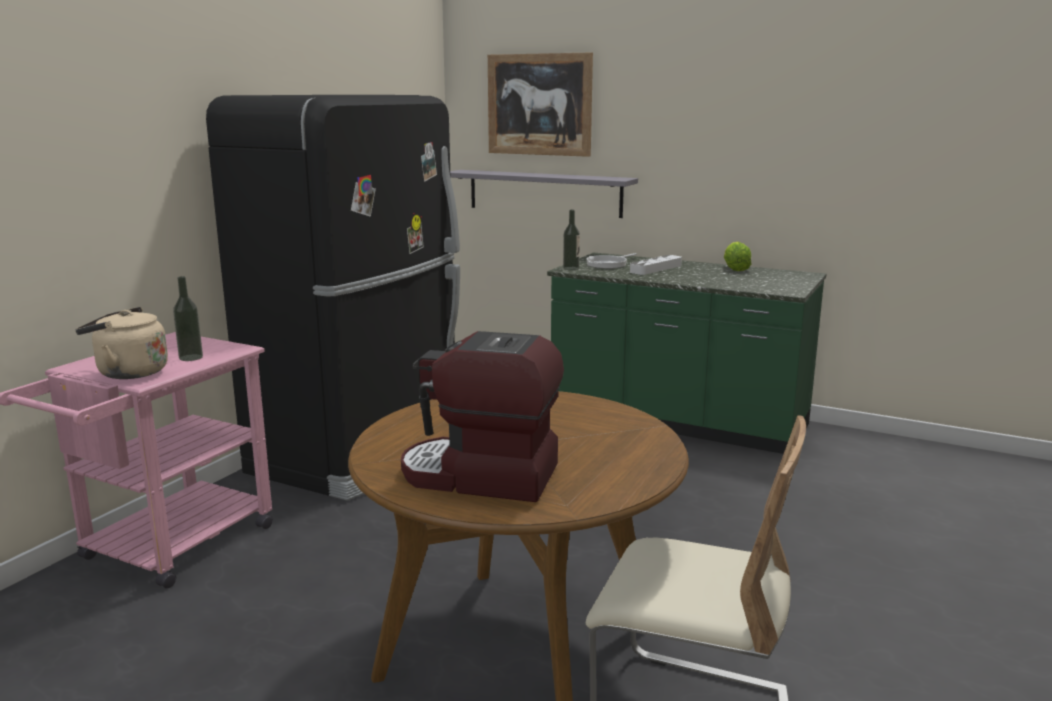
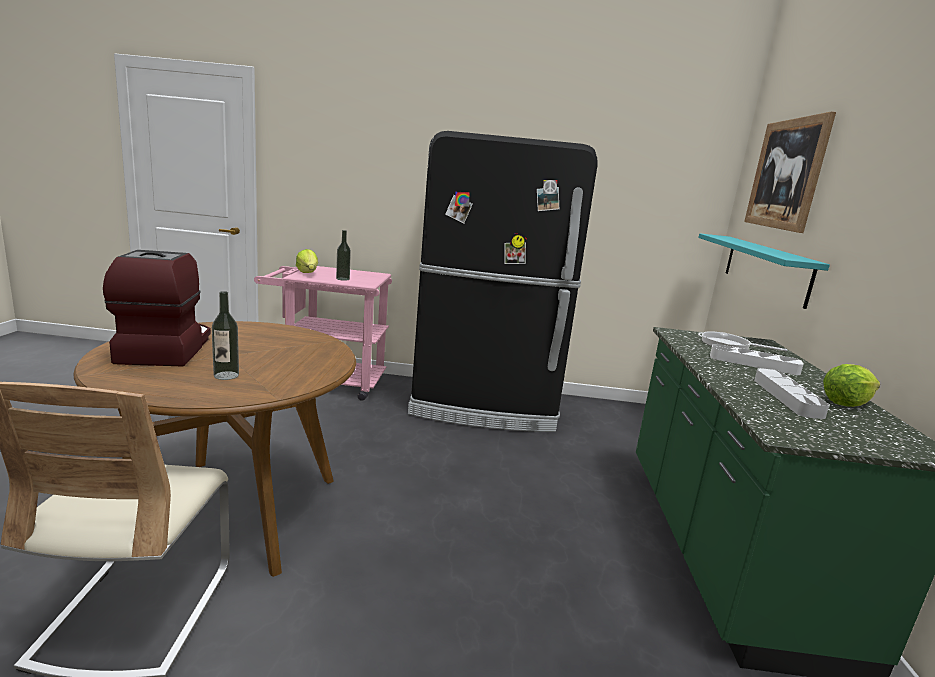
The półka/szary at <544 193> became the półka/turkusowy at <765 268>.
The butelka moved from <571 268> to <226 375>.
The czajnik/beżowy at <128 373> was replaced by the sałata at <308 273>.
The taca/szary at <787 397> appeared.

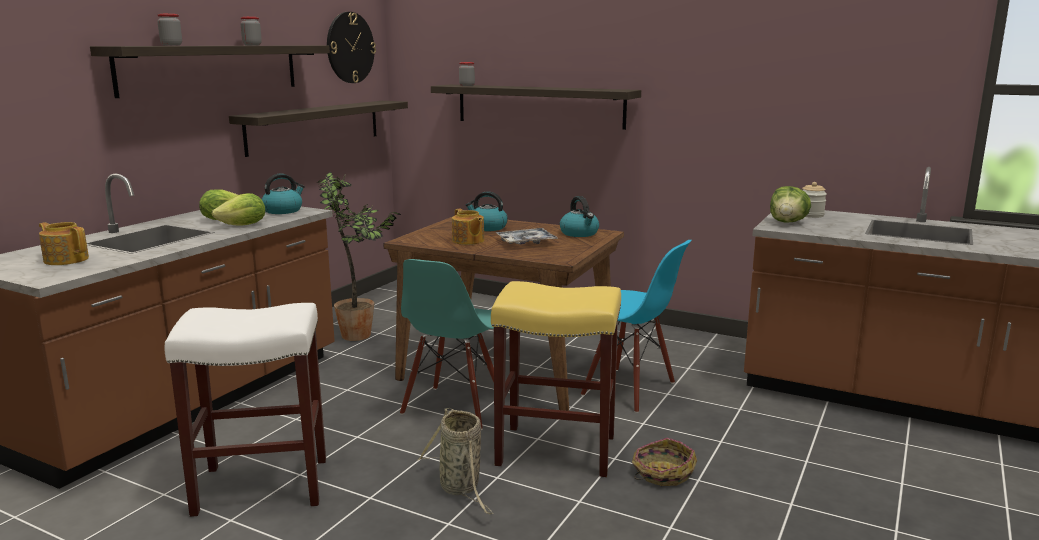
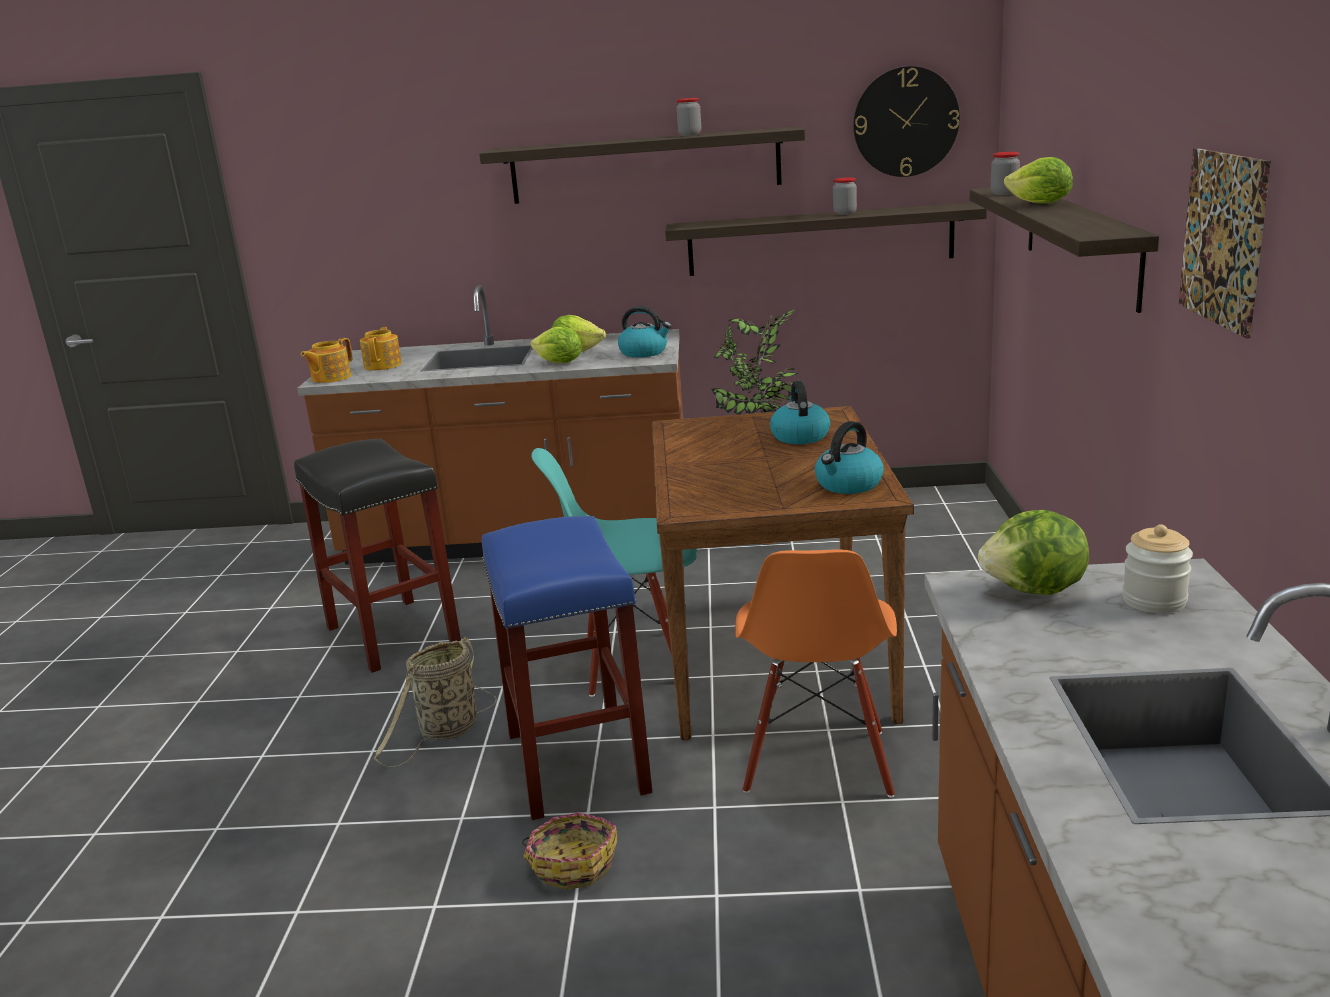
The słoik moved from <171 45> to <845 213>.
The imbryk moved from <468 241> to <330 378>.
The taca at <526 242> disappeared.
The krzesło/niebieski at <628 389> became the krzesło/pomarańczowy at <818 762>.
The stołek/żółty at <558 450> became the stołek/niebieski at <578 763>.
The stołek/biały at <264 485> became the stołek/czarny at <394 634>.
The obraz at <1222 239> appeared.
The sałata at <1039 204> appeared.

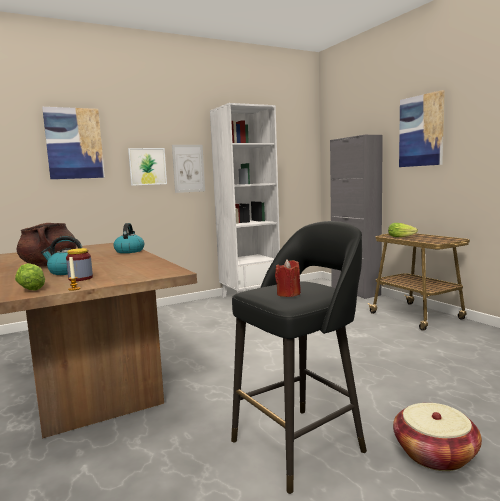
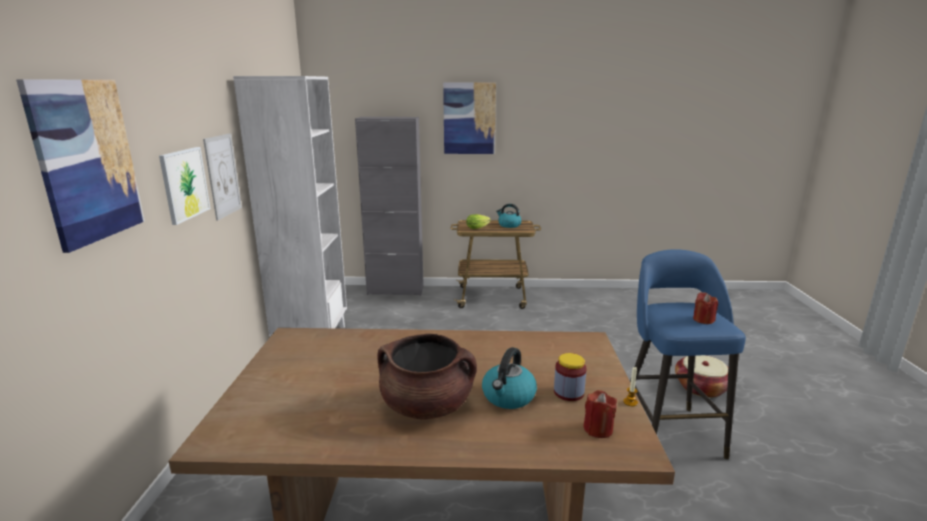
The stołek/czarny at <300 445> became the stołek/niebieski at <669 431>.
The czajnik moved from <129 251> to <509 225>.
The sałata at <33 287> was replaced by the świeca/czerwony at <598 429>.

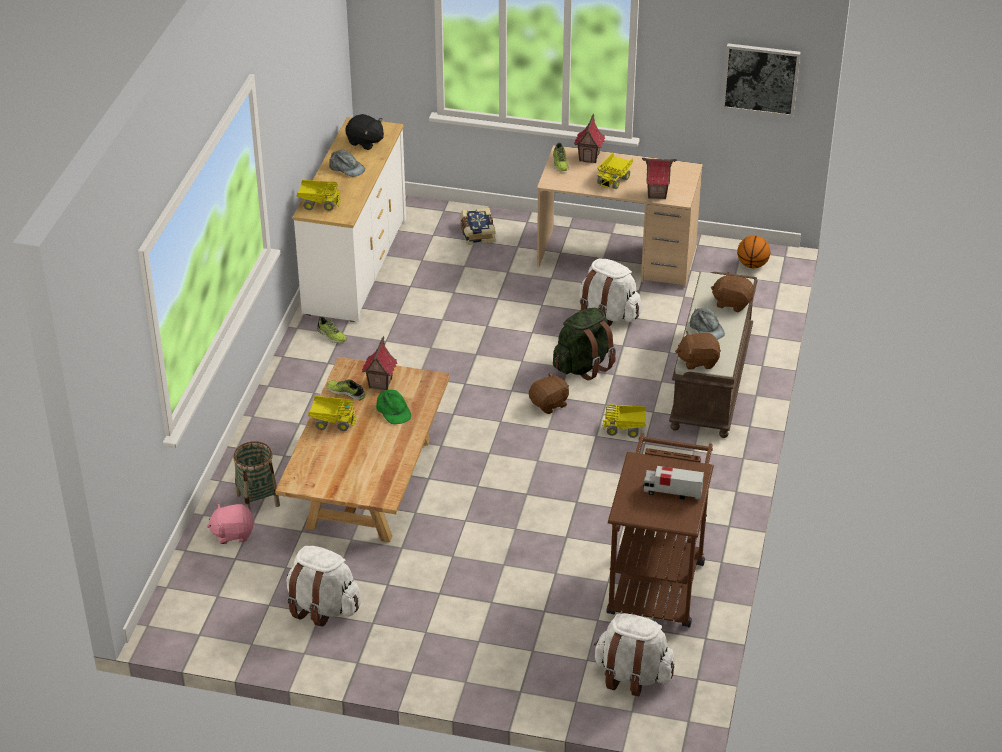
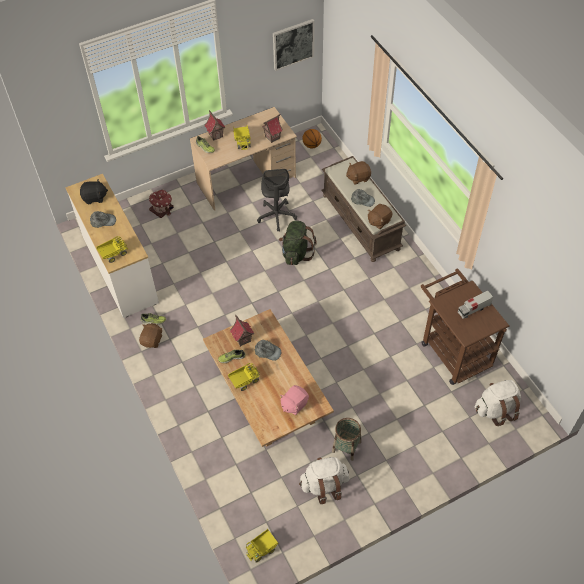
The książka at <477 233> was replaced by the domek at <162 208>.
The plecak/biały at <608 314> was replaced by the krzesło biurowe/szary at <276 216>.
The pluszak/brązowy moved from <549 404> to <152 340>.
The czapka z daszkiem/zielony at <393 411> became the czapka z daszkiem/szary at <267 351>.
The ciężarówka zabawkowa moved from <625 429> to <262 549>.
The koszyk moved from <257 500> to <346 447>.
The pluszak/różowy moved from <233 533> to <294 404>.

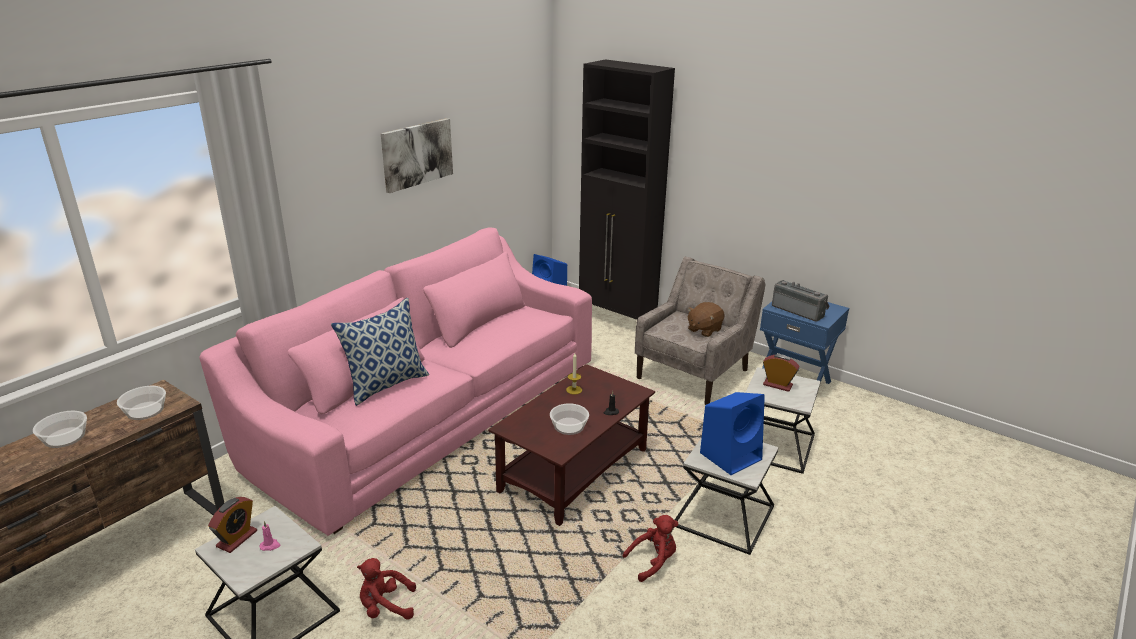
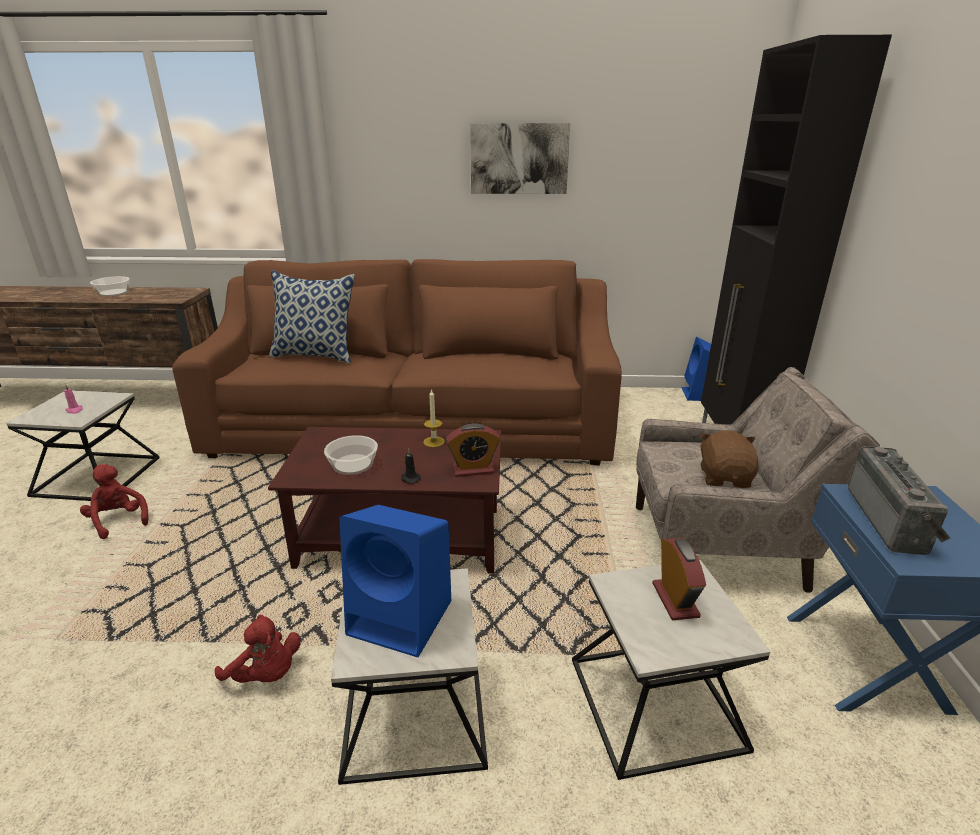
The kanapa/różowy at <430 413> became the kanapa/brązowy at <414 425>.
The pluszak/brązowy at <704 330> turned 90 degrees clockwise.
The miska at <145 410> disappeared.
The budzik moved from <237 539> to <473 470>.

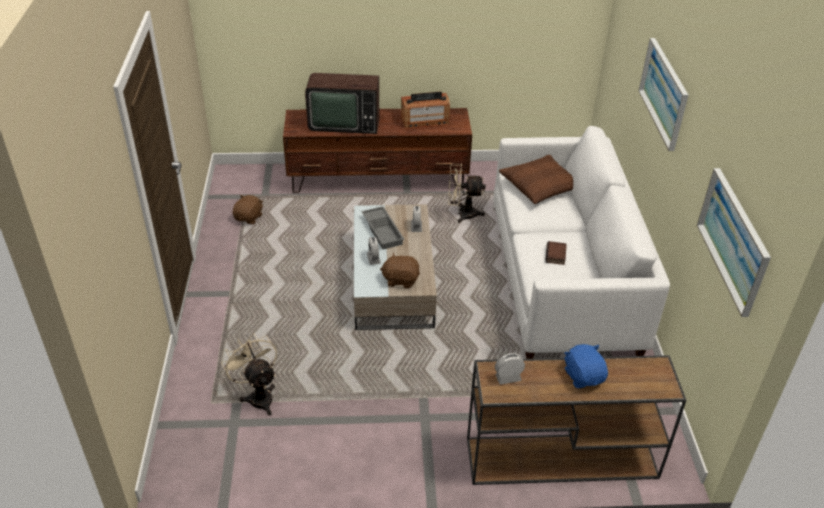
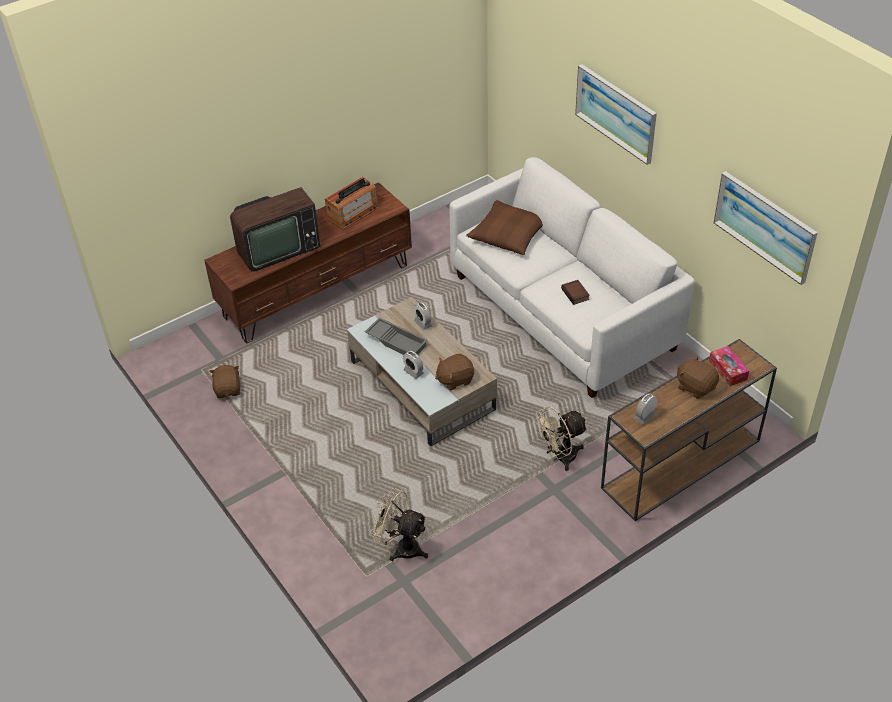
The wentylator/beżowy moved from <462 214> to <560 457>.
The pluszak/niebieski at <583 376> became the pluszak/brązowy at <695 387>.
The pudełko chusteczek at <727 370> appeared.

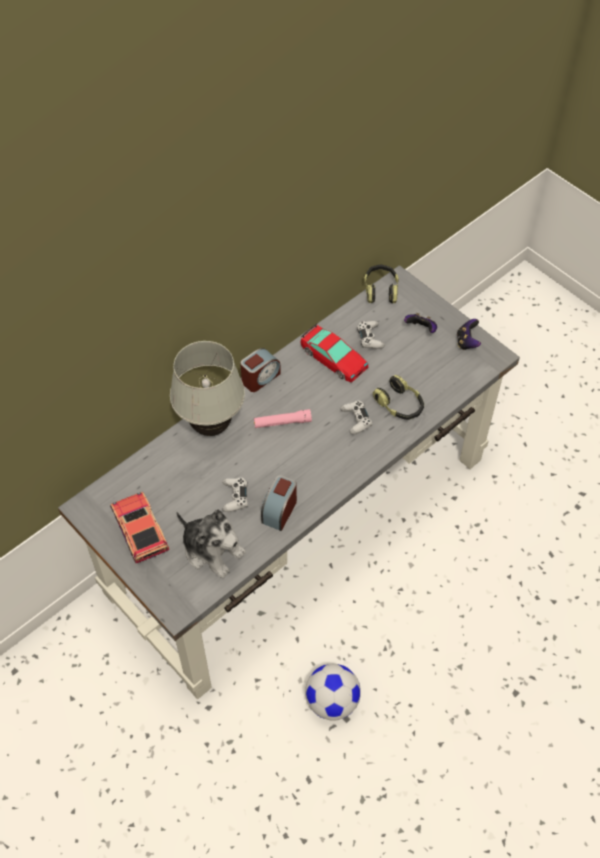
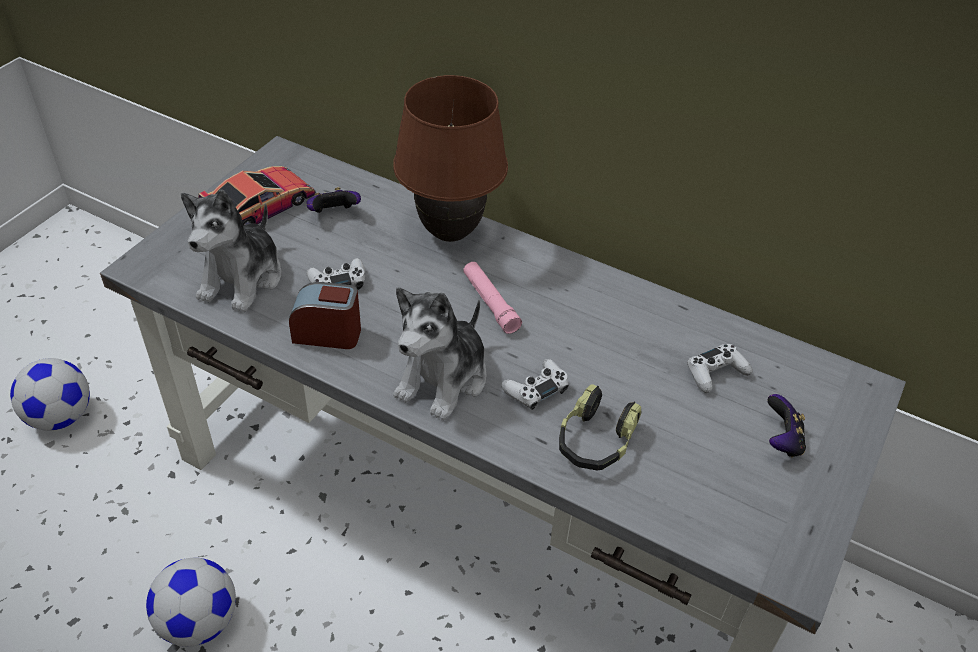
The słuchawki at <380 289> disappeared.
The pad do gier moved from <467 342> to <334 214>.
The samochodzik at <333 358> disappeared.
The lampa stołowa/biały at <211 426> became the lampa stołowa/brązowy at <450 233>.
The budzik at <260 378> disappeared.
The pluszak at <444 379> appeared.
The piłka futbolowa at <60 417> appeared.

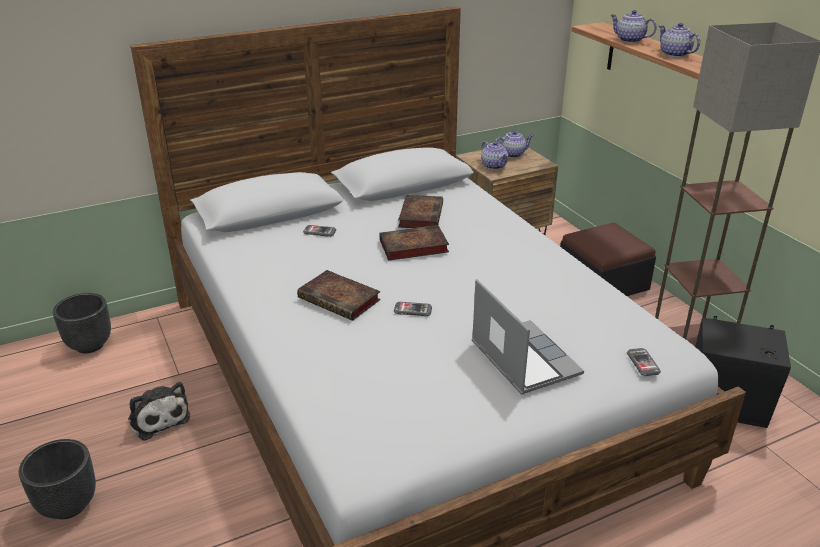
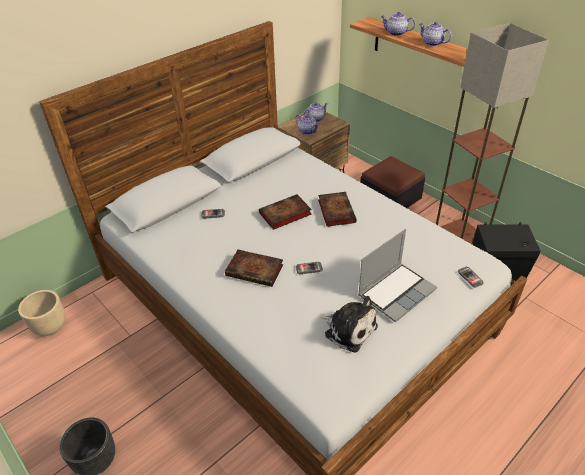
The książka moved from <420 215> to <335 210>.
The laptop at <522 358> turned 90 degrees clockwise.
The donica/czarny at <89 345> became the donica/beżowy at <50 327>.
The pluszak moved from <158 417> to <348 329>.

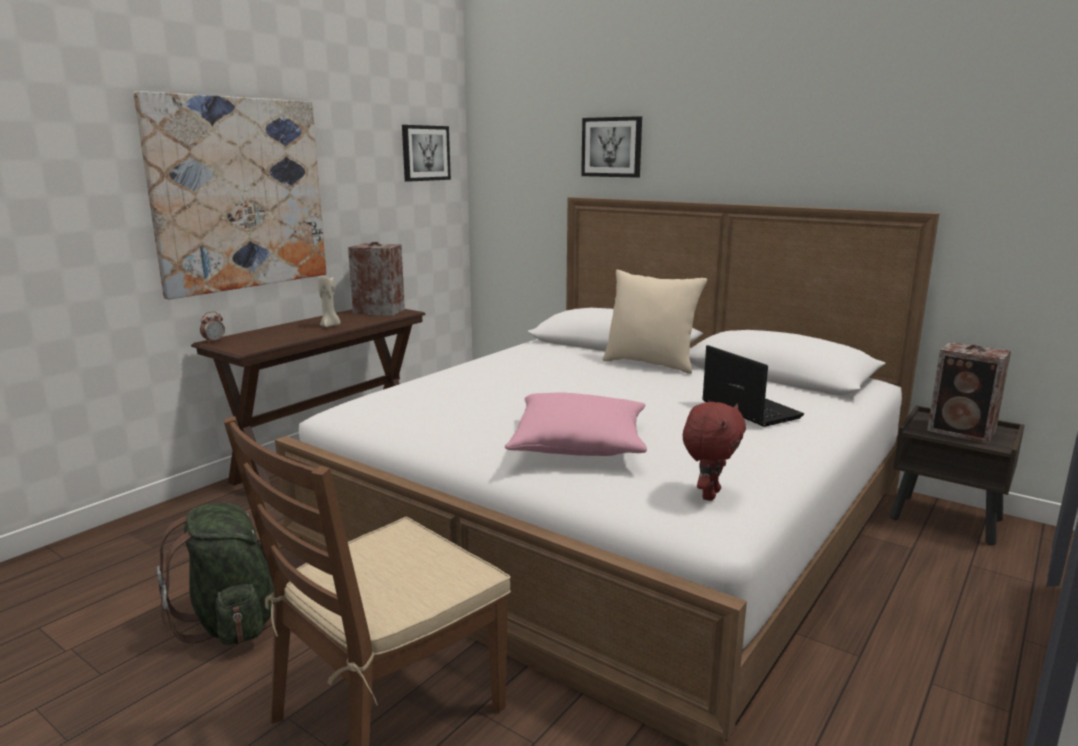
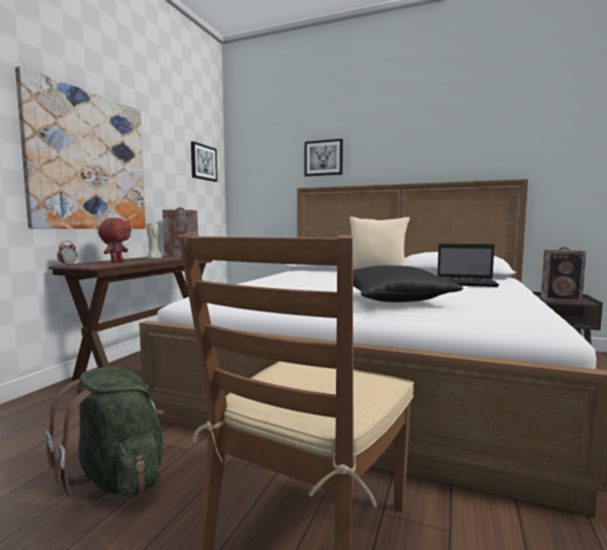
The laptop at <748 409> turned 150 degrees clockwise.
The poduszka/różowy at <579 445> became the poduszka/czarny at <394 300>.
The pluszak/czerwony moved from <709 494> to <116 262>.

